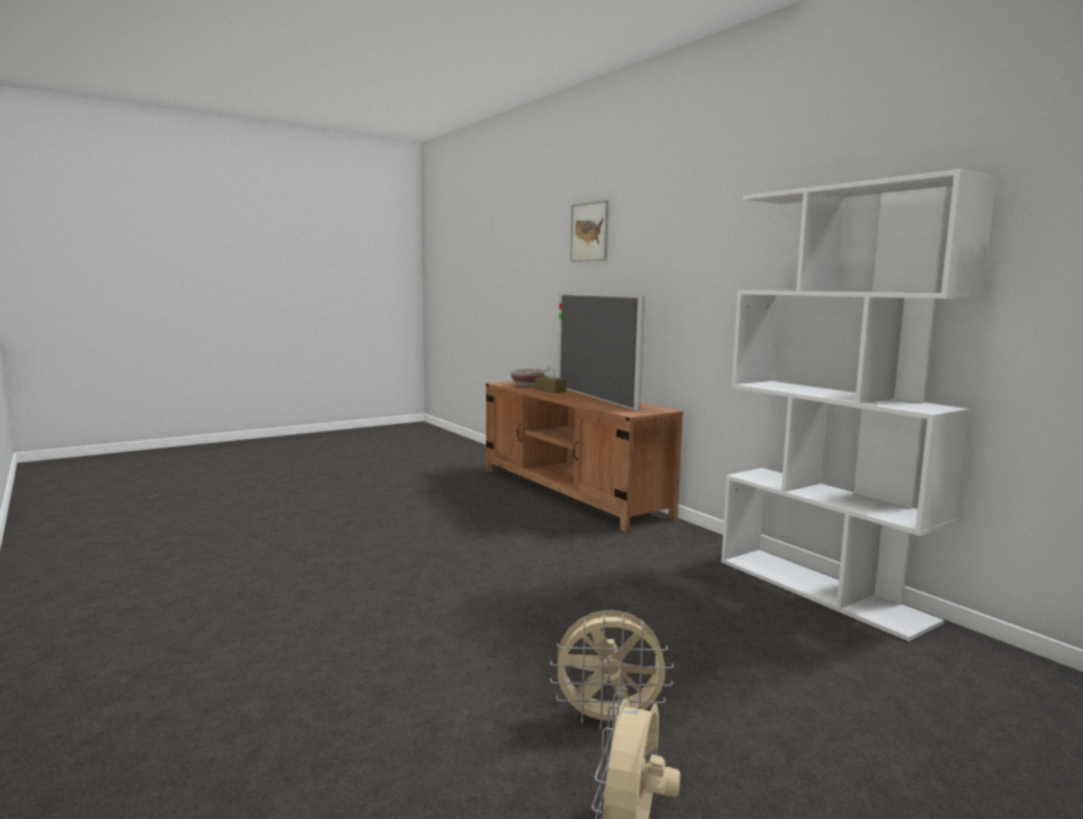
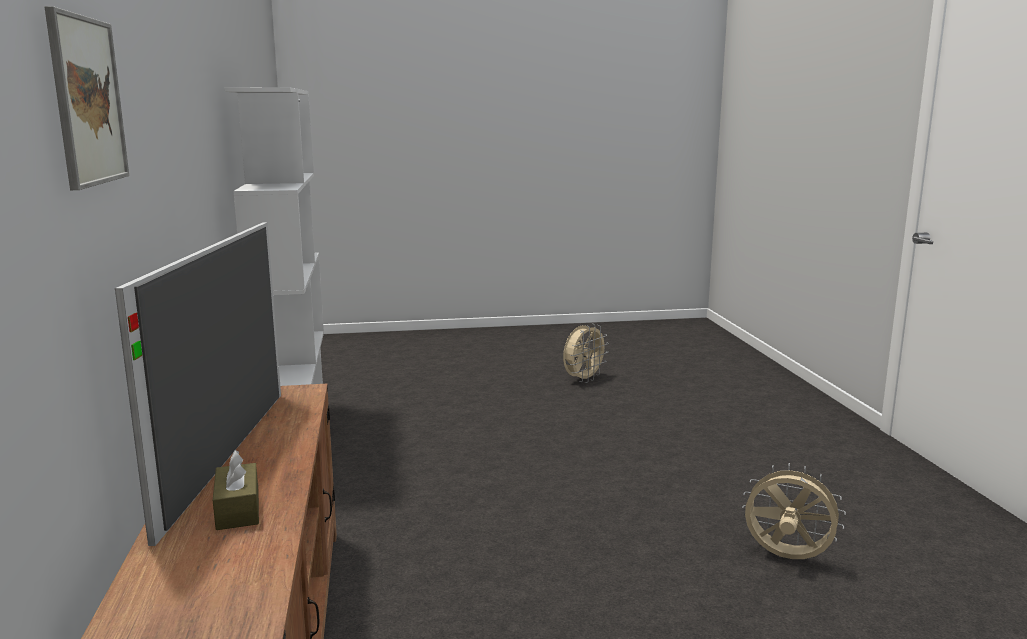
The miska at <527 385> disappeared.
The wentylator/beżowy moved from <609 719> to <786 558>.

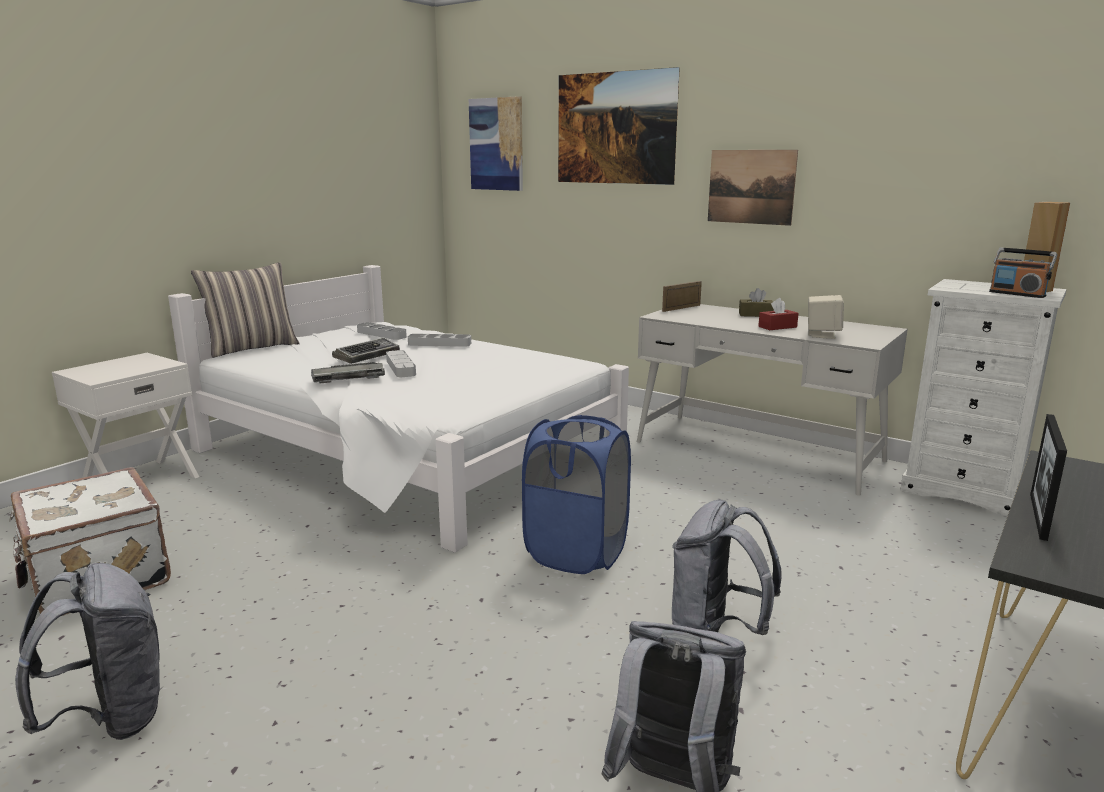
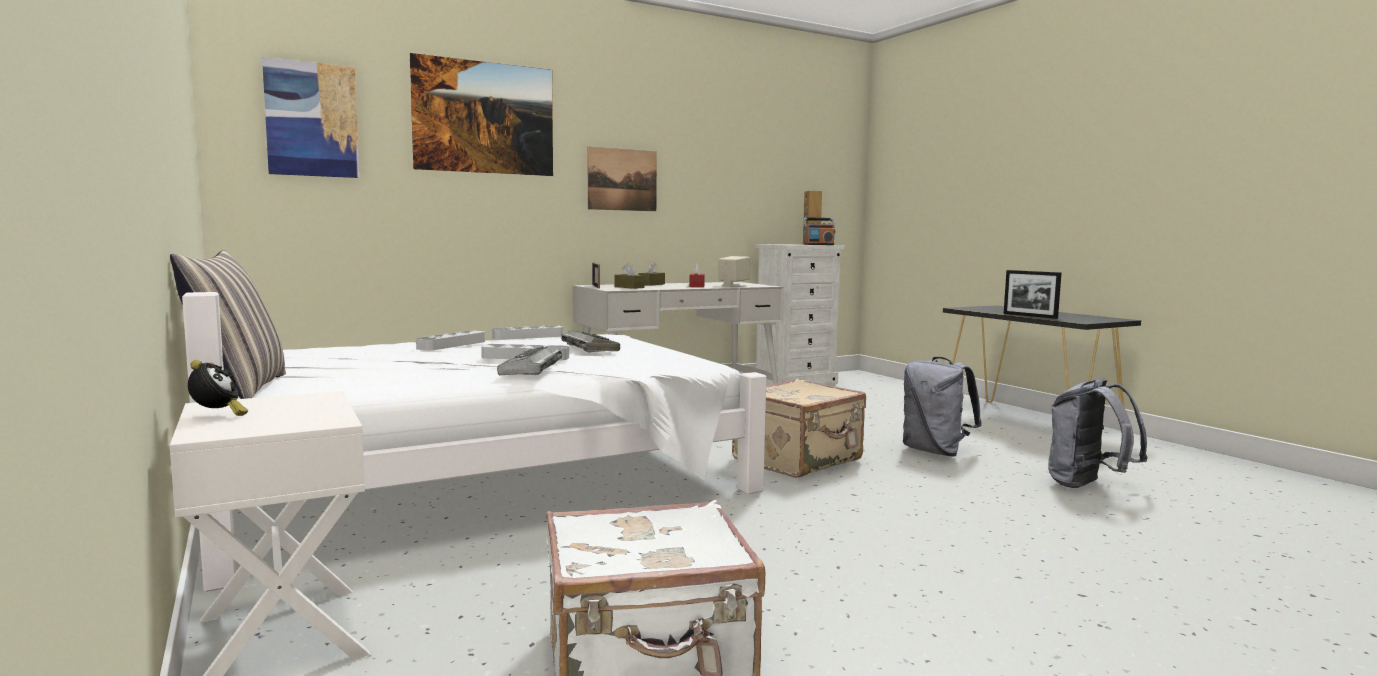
The taca/szary moved from <381 334> to <527 337>.
The klawiatura moved from <367 355> to <589 347>.
The kosz na pranie/niebieski at <577 553> was replaced by the walizka/beżowy at <799 460>.
The plecak/szary at <110 718> disappeared.
The pudełko chusteczek/brązowy at <629 287> appeared.
The budzik at <217 416> appeared.

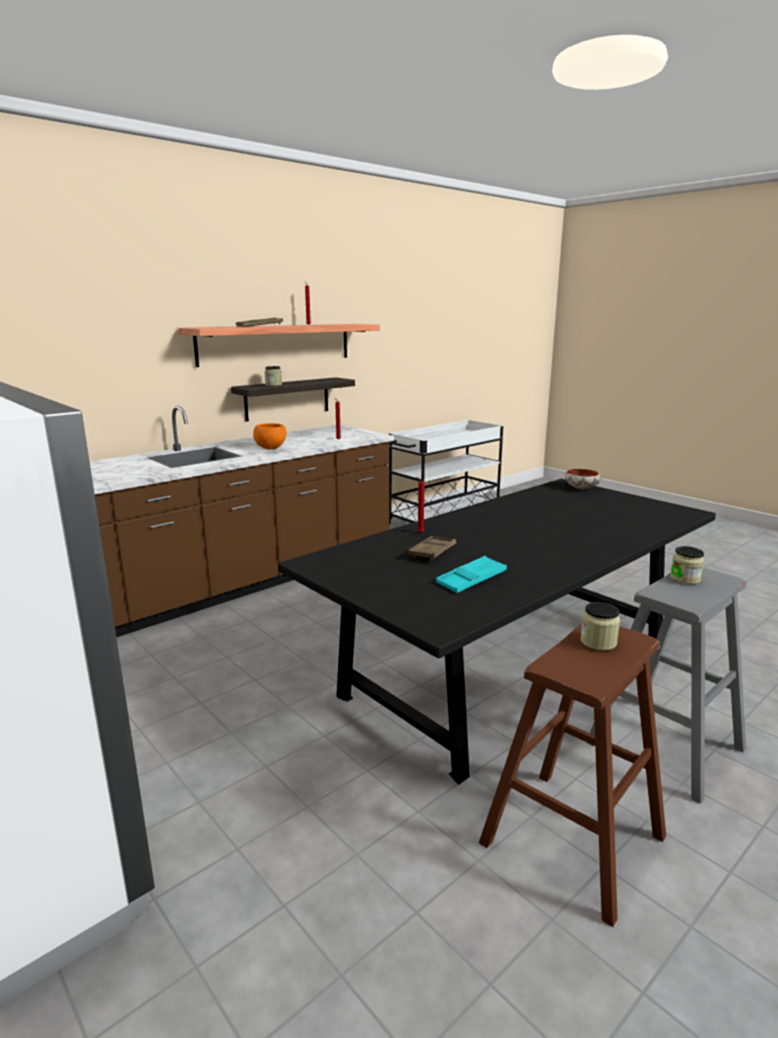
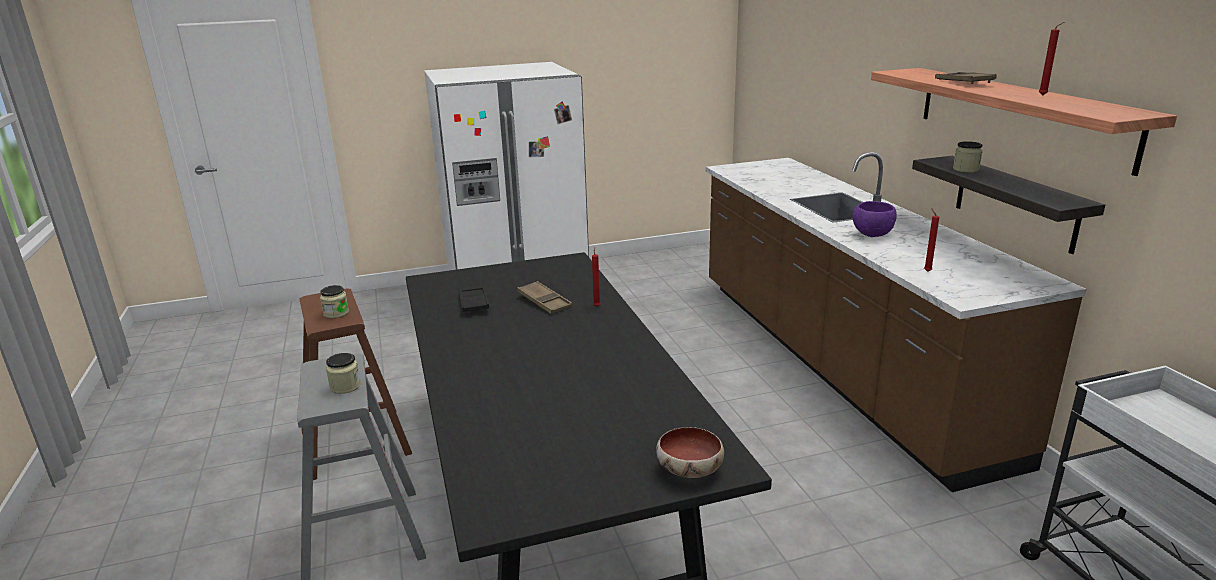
The miska/pomarańczowy at <270 448> became the miska/fioletowy at <873 234>.
The taca/turkusowy at <471 579> became the taca/czarny at <474 303>.

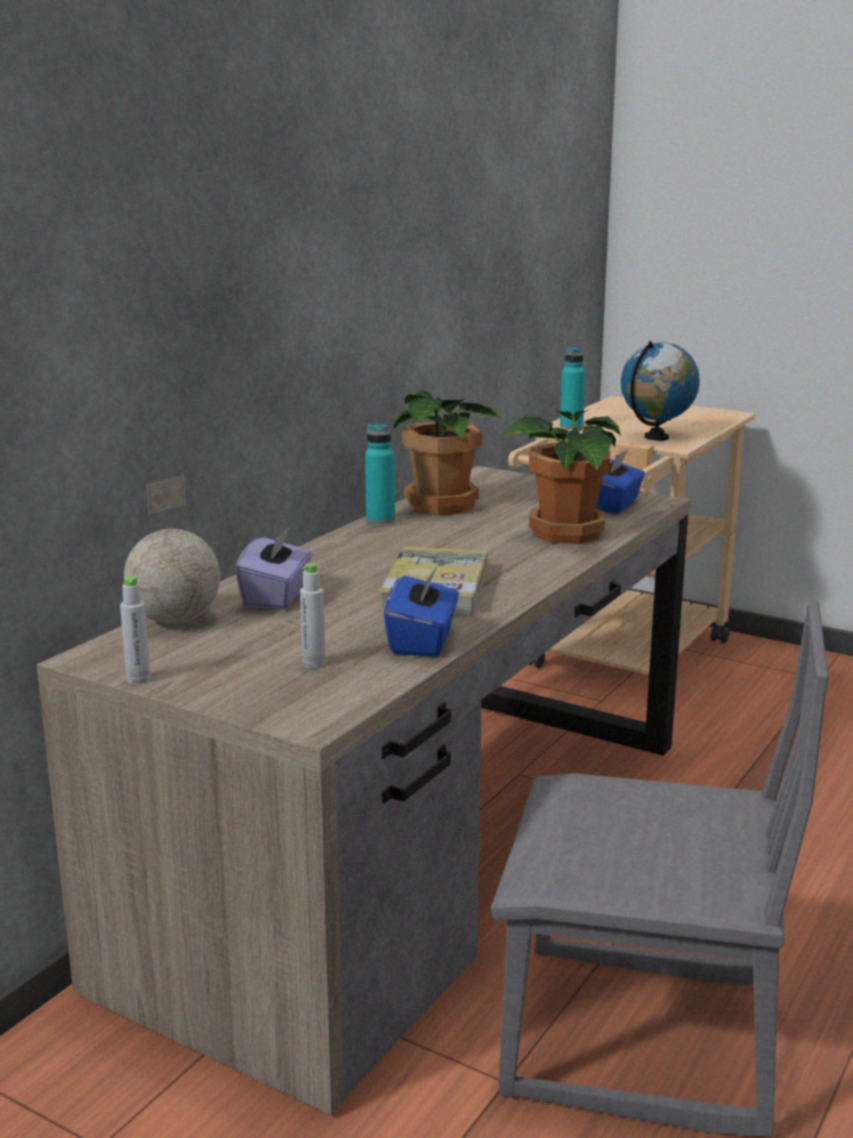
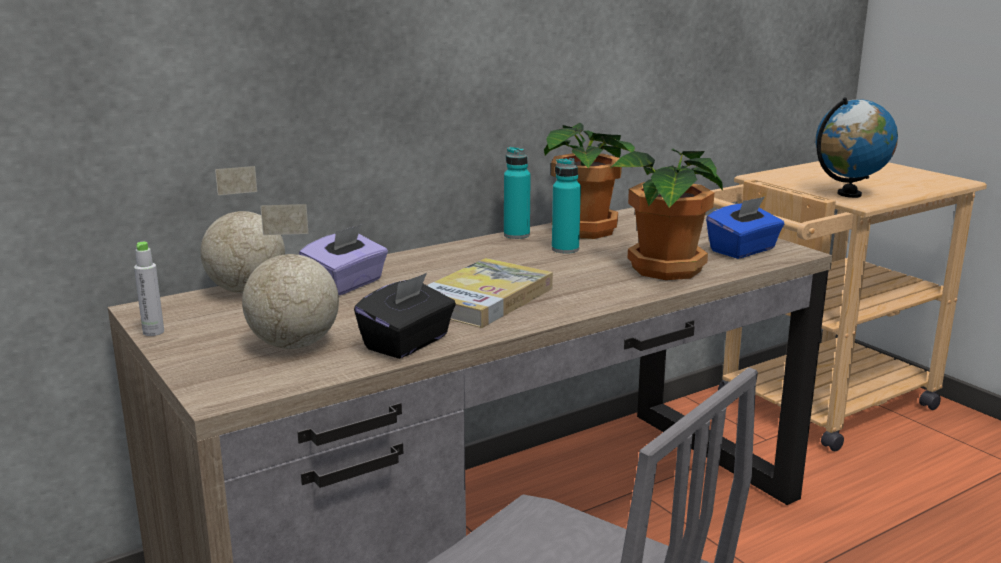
The butelka/turkusowy moved from <571 426> to <565 249>.
The butelka/szary at <314 664> was replaced by the globus at <295 345>.
The pudełko chusteczek/niebieski at <422 641> became the pudełko chusteczek/czarny at <408 343>.

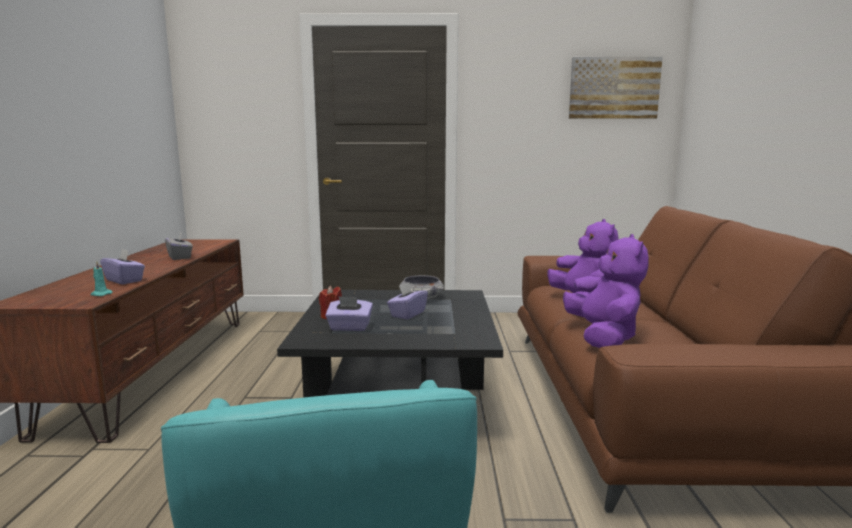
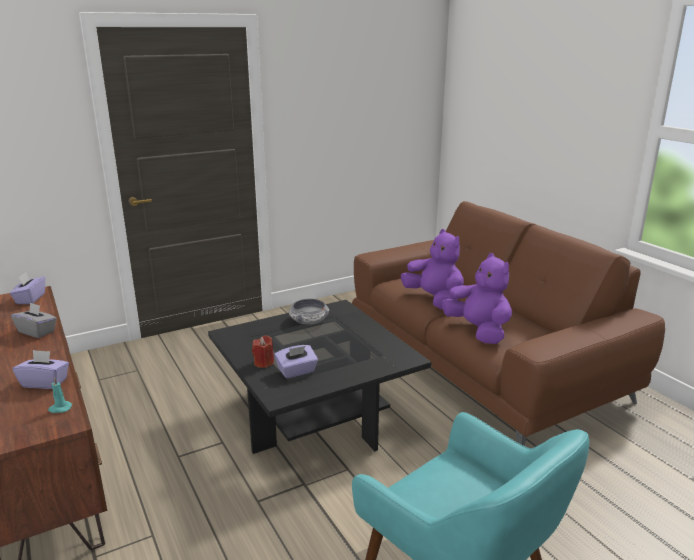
The obraz at <613 88> disappeared.
The pudełko chusteczek/fioletowy moved from <407 314> to <30 299>.

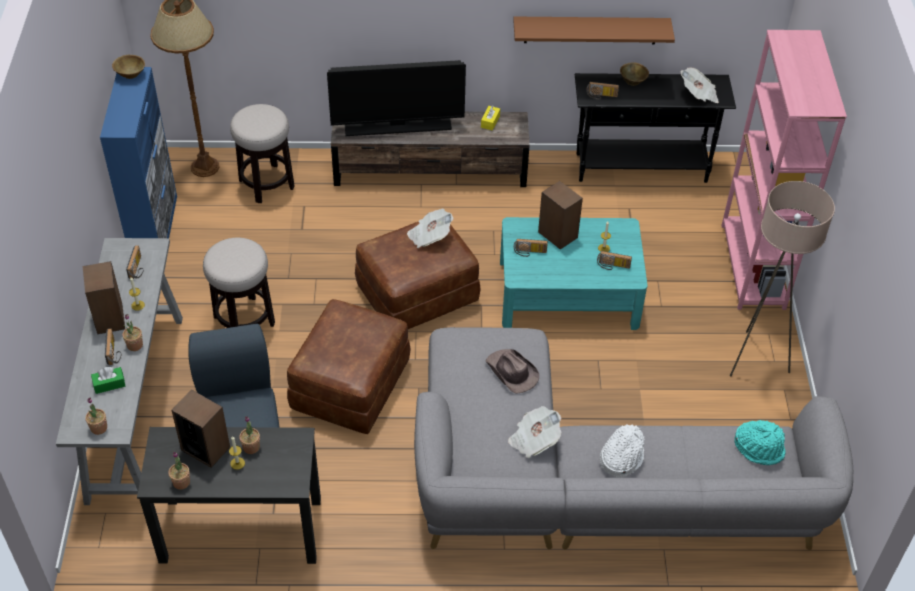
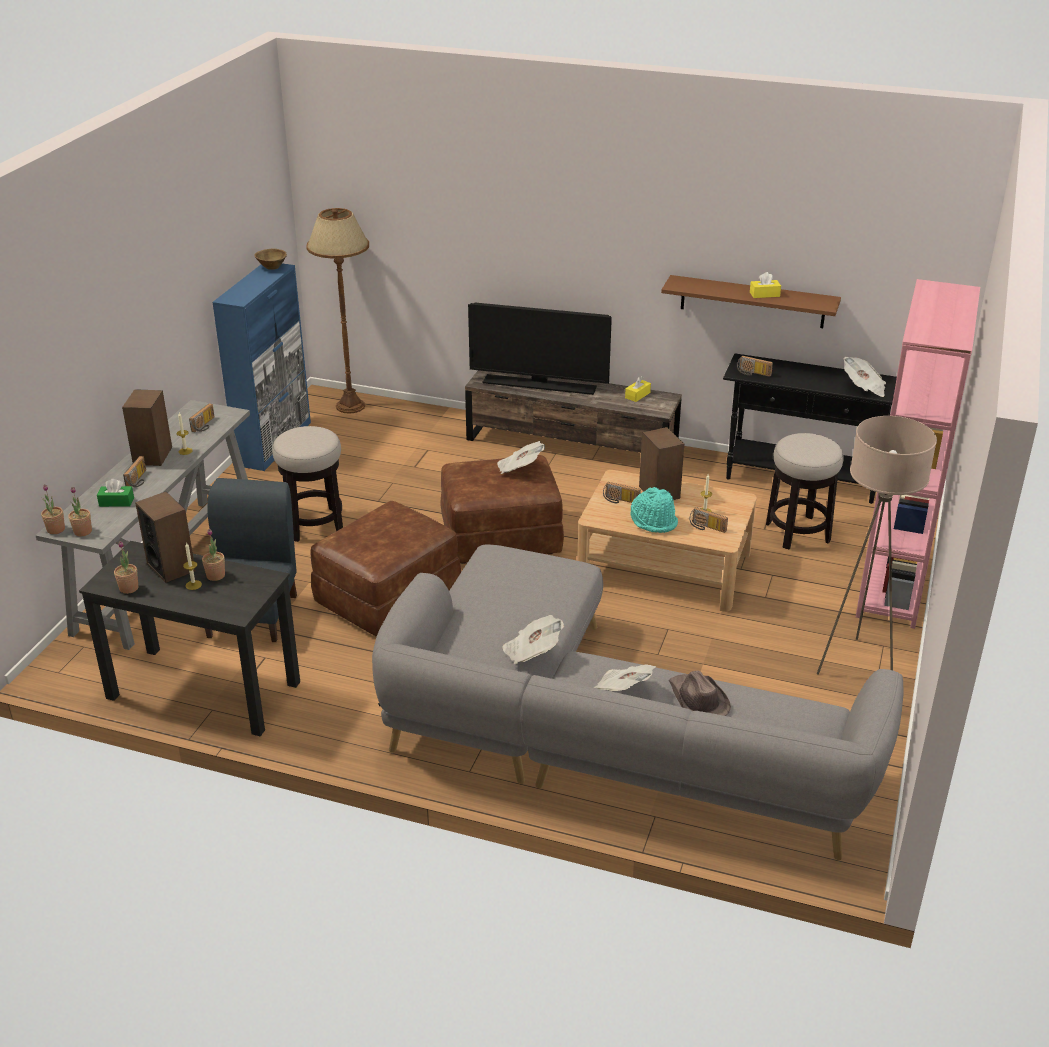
The miska/brązowy at <633 81> disappeared.
The stołek moved from <267 184> to <798 532>.
The ława/turkusowy at <568 294> became the ława/beżowy at <664 567>.
The roślina doniczkowa moved from <135 345> to <56 529>.
The kapelusz/brązowy moved from <512 372> to <698 700>.
The kapelusz/turkusowy moved from <759 448> to <654 521>.
The kapelusz/biały at <620 458> was replaced by the gazeta at <623 689>.
The pudełko chusteczek/żółty at <764 294> appeared.

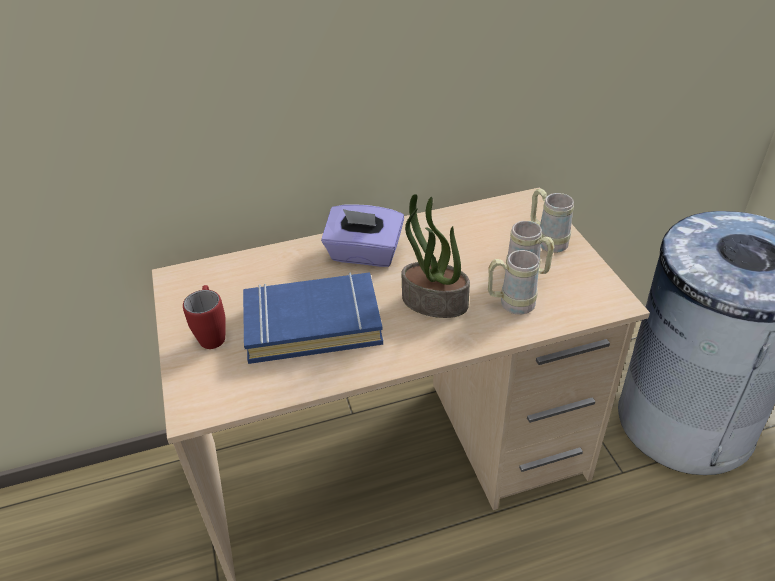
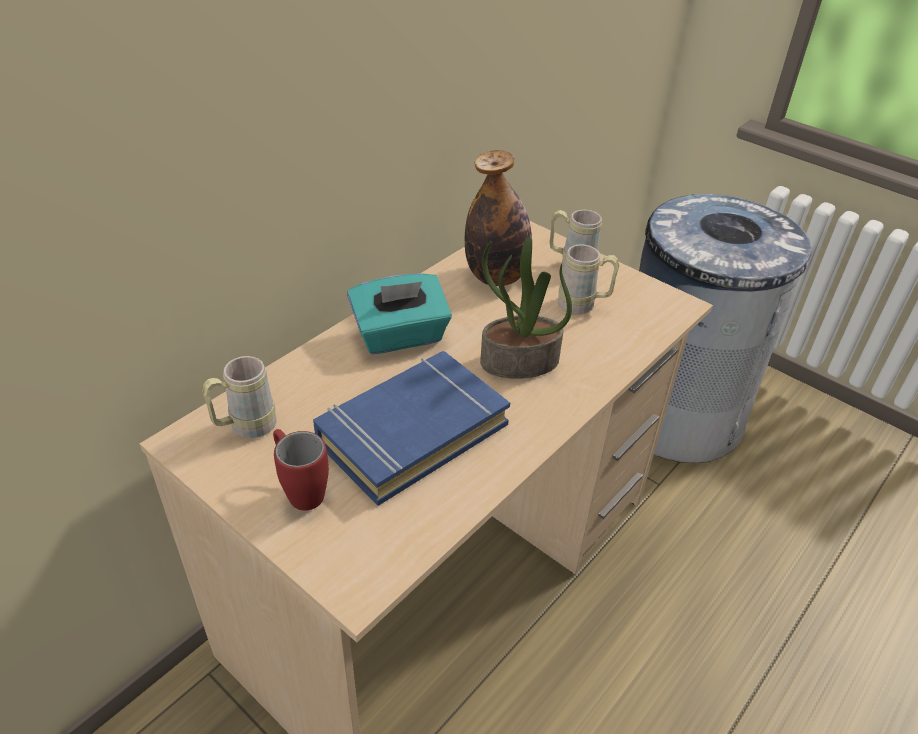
The pudełko chusteczek/fioletowy at <364 254> became the pudełko chusteczek/turkusowy at <400 336>.
The kubek/beżowy moved from <510 304> to <245 427>.
The butelka at <496 277> appeared.

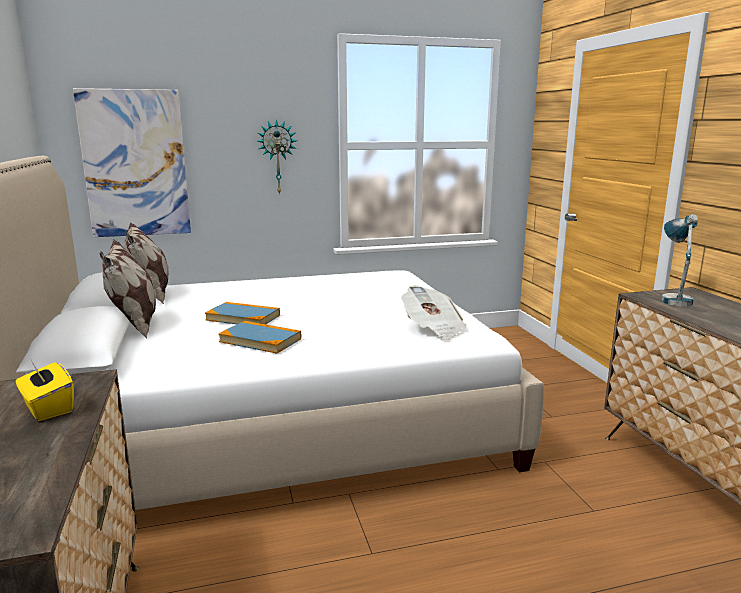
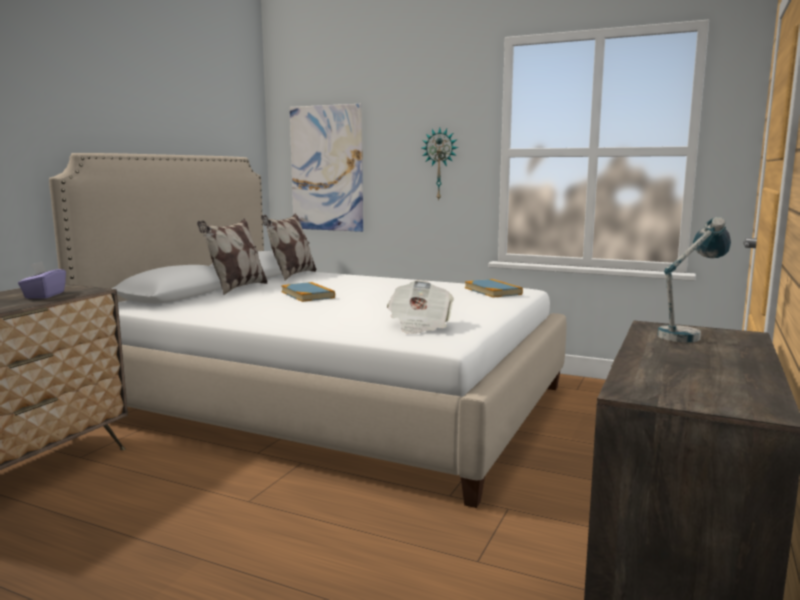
The książka moved from <260 340> to <493 291>.
The pudełko chusteczek/żółty at <48 408> became the pudełko chusteczek/fioletowy at <44 295>.

